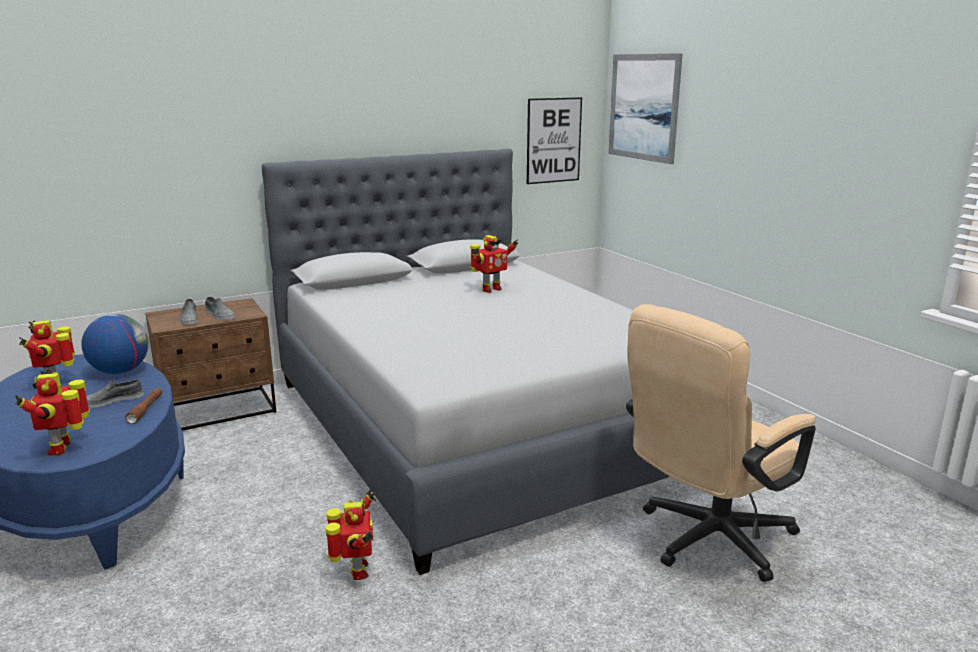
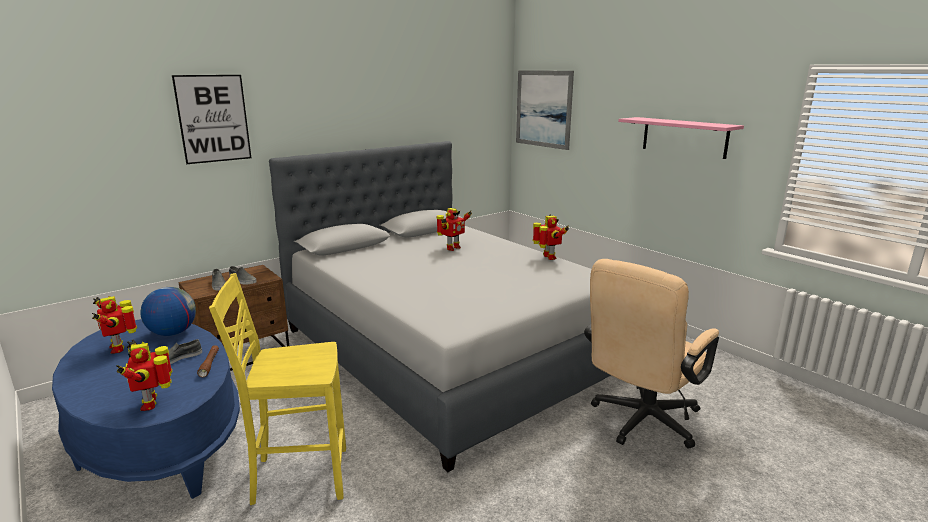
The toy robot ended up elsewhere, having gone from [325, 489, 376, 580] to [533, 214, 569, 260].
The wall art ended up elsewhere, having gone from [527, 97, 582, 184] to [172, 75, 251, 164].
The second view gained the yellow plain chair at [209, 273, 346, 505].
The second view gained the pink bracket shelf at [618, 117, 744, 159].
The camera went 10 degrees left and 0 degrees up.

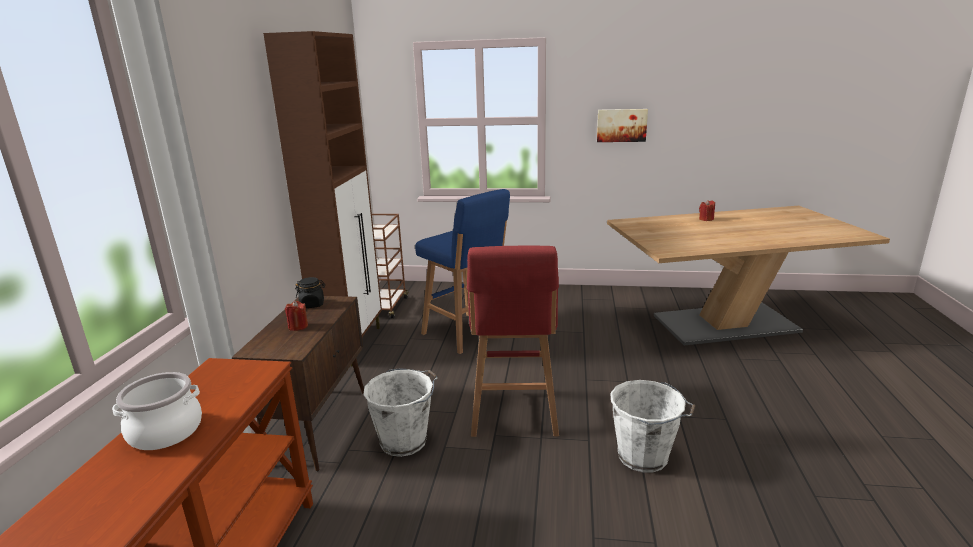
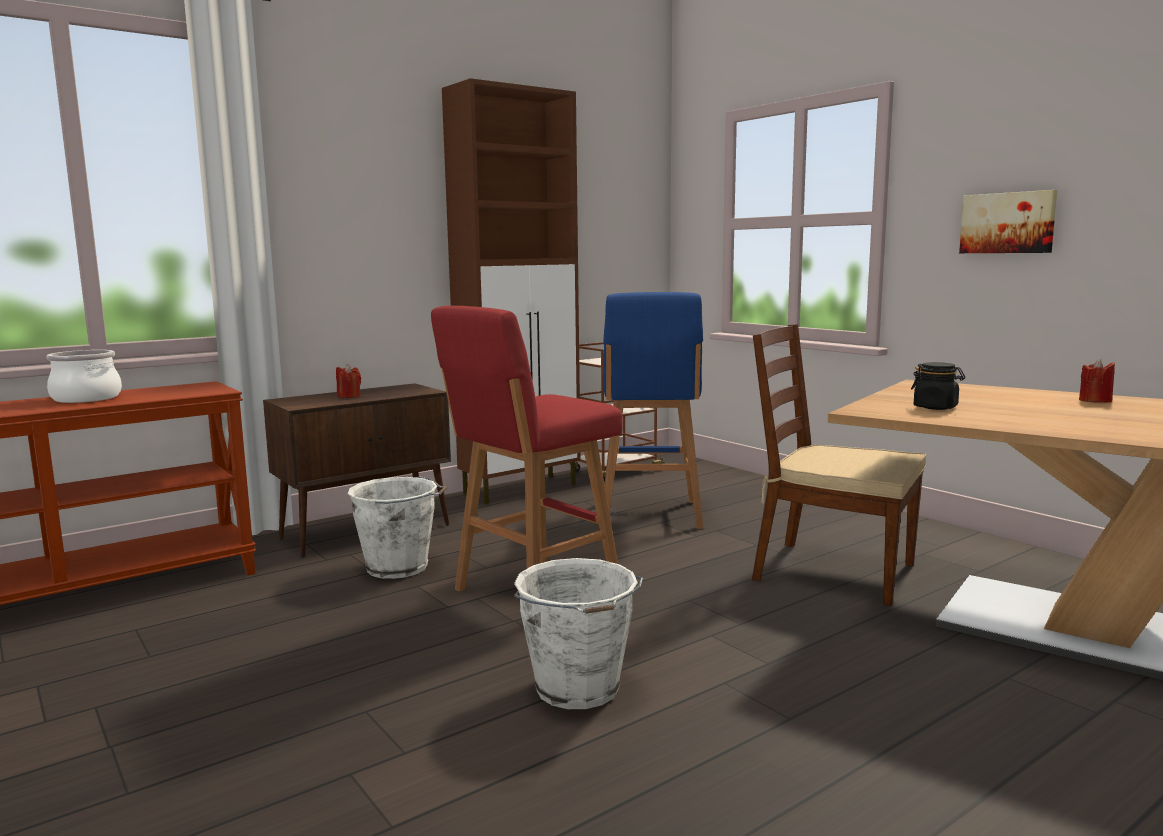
The blackish storage jar ended up elsewhere, having gone from [295, 277, 325, 308] to [911, 362, 965, 410].
The second view gained the brown plain chair at [752, 324, 926, 606].
The camera went 45 degrees right and 10 degrees down.

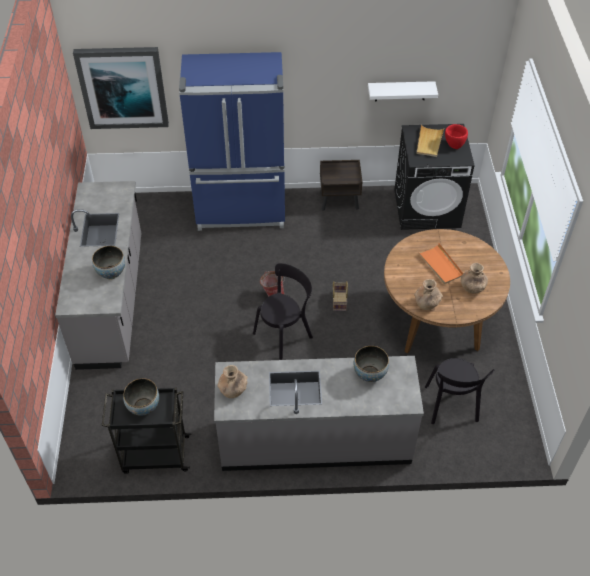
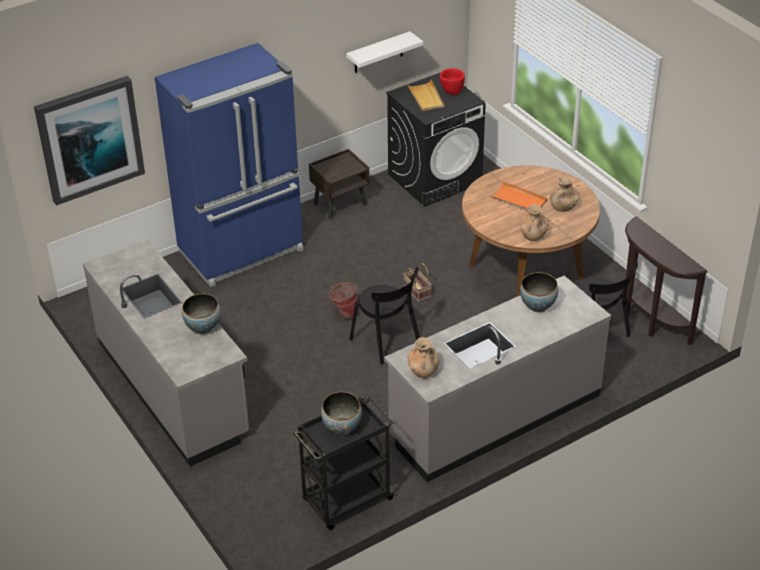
The blackish plain chair at [253, 263, 313, 360] ended up facing another way, 120 degrees clockwise from before.
The second view gained the brown narrow table at [625, 216, 708, 345].
The camera went 30 degrees left and 10 degrees down.

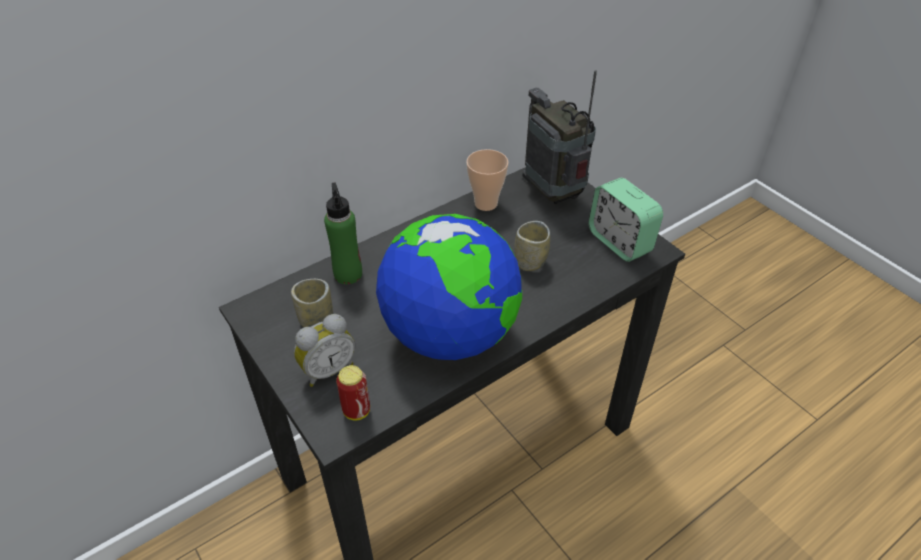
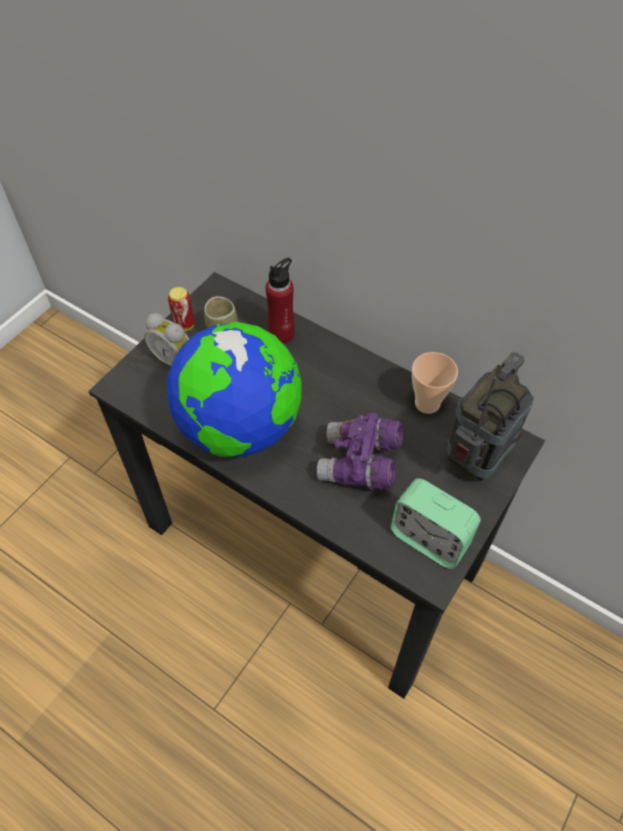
What was the green-coloured beverage bottle at [324, 183, 362, 284] turned into the reddish beverage bottle at [266, 258, 295, 344].
The sealed can ended up elsewhere, having gone from [336, 365, 370, 420] to [168, 287, 194, 331].
Where the drinking cup stood at [515, 221, 550, 271], the purple field glasses came to stand at [317, 412, 403, 490].
The table clock at [588, 178, 663, 262] ended up facing another way, 90 degrees counterclockwise from before.
The camera went 70 degrees right and 10 degrees up.

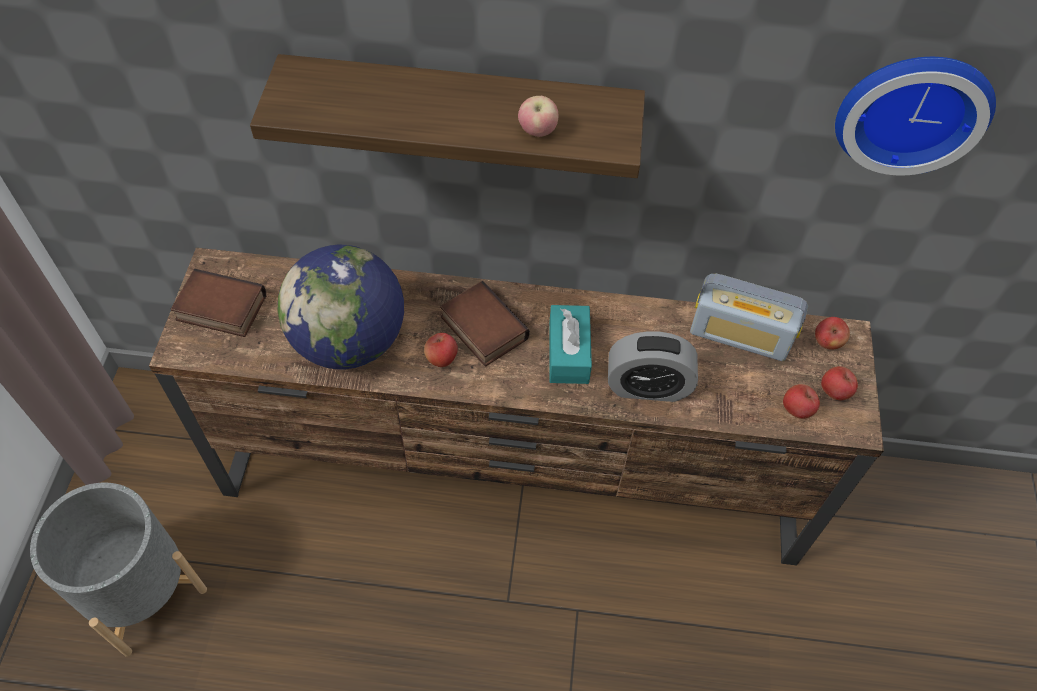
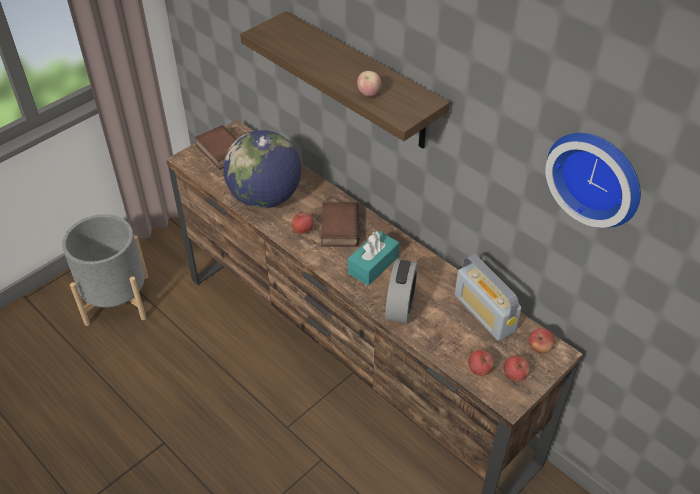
The table clock at [608, 331, 698, 402] ended up facing another way, 120 degrees counterclockwise from before.
The camera went 40 degrees right and 10 degrees down.

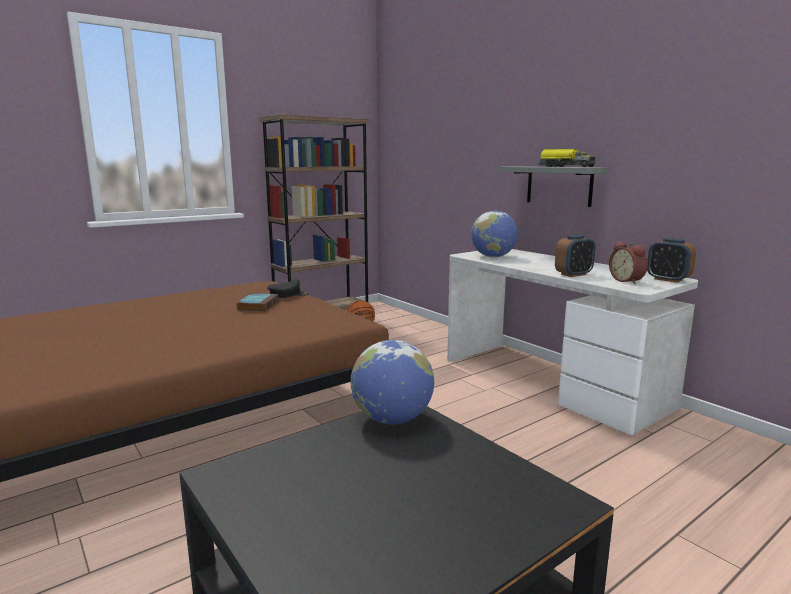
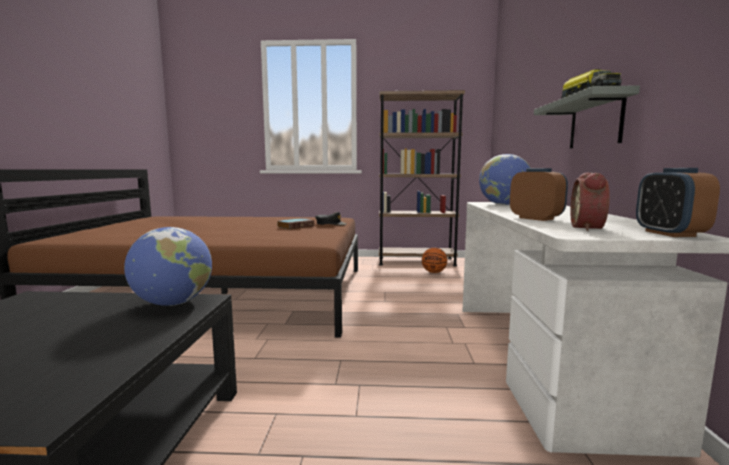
The table clock at [555, 235, 595, 277] ended up facing another way, 135 degrees counterclockwise from before.
The camera went 40 degrees right and 5 degrees down.

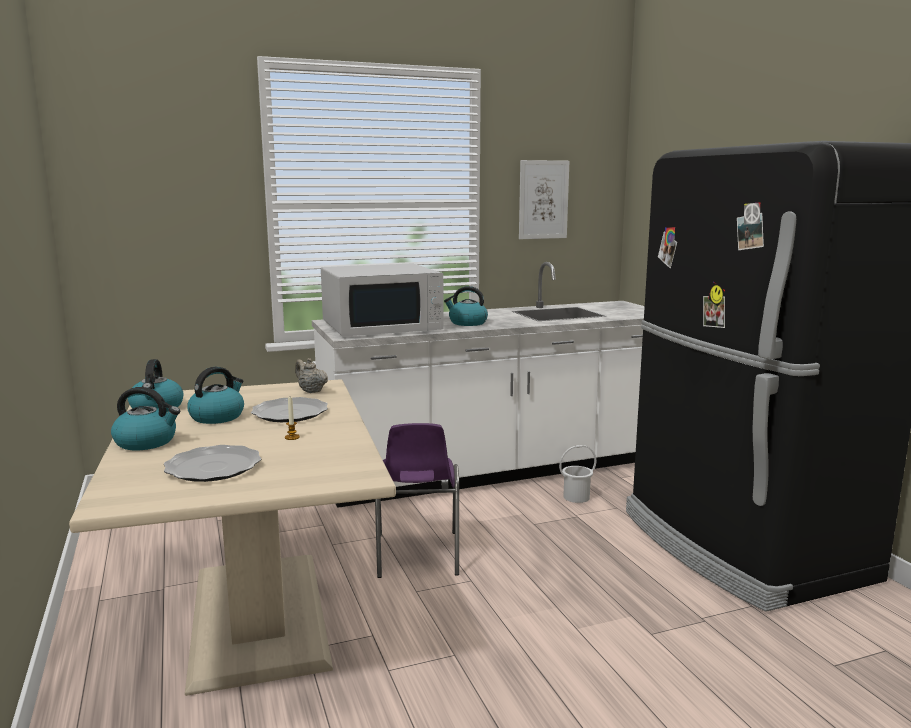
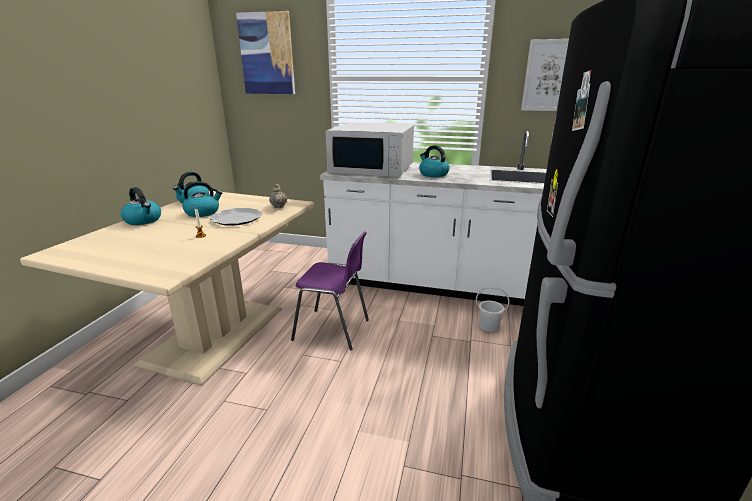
The second view lost the dinner plate at [164, 445, 262, 482].
The purple plain chair at [375, 423, 459, 578] ended up facing another way, 105 degrees counterclockwise from before.
The second view gained the wall art at [236, 11, 295, 94].
The camera went 35 degrees right and 10 degrees up.

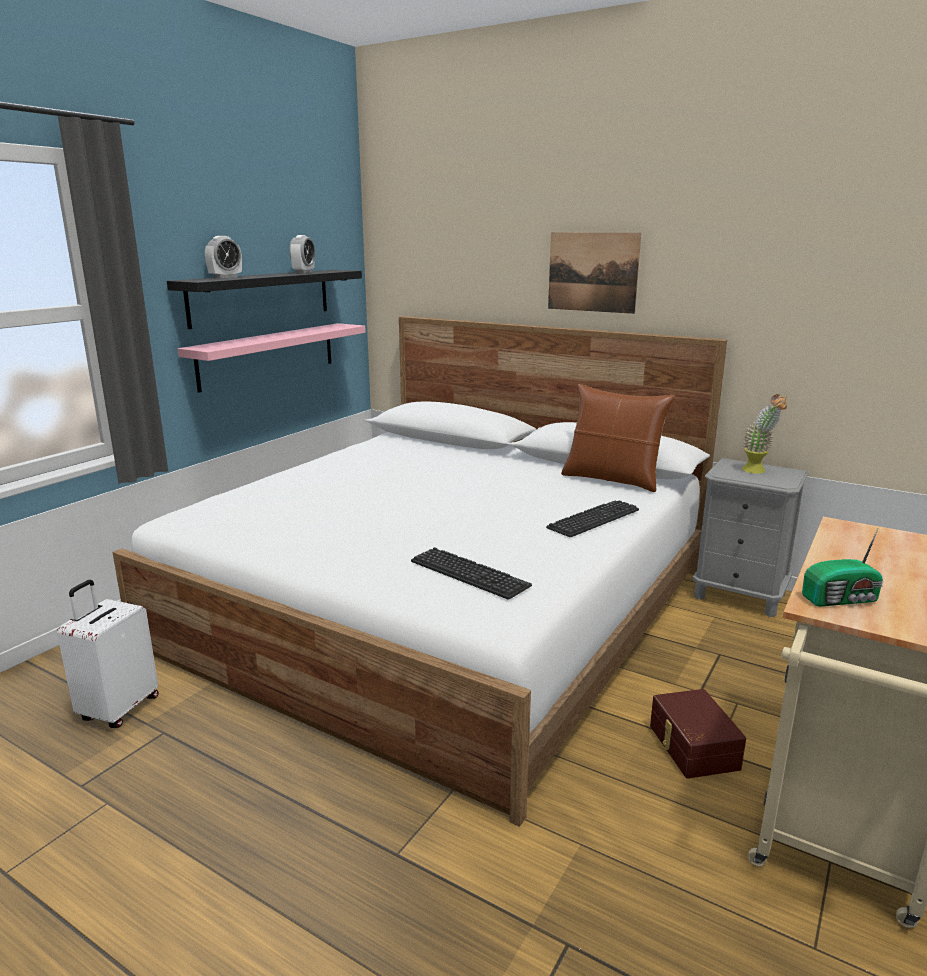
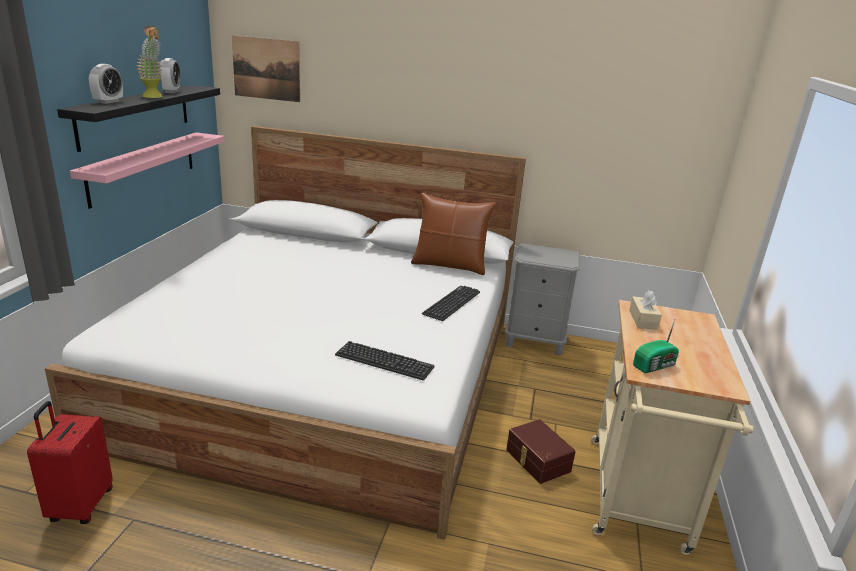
What was the white-coloured suitcase at [57, 580, 159, 728] turned into the reddish suitcase at [27, 401, 113, 524].
The wall art ended up elsewhere, having gone from [548, 233, 641, 314] to [232, 36, 300, 102].
The houseplant ended up elsewhere, having gone from [742, 394, 787, 474] to [137, 26, 163, 98].
The second view gained the beige-coloured tissue box at [629, 290, 662, 330].
The camera went 20 degrees left and 5 degrees up.

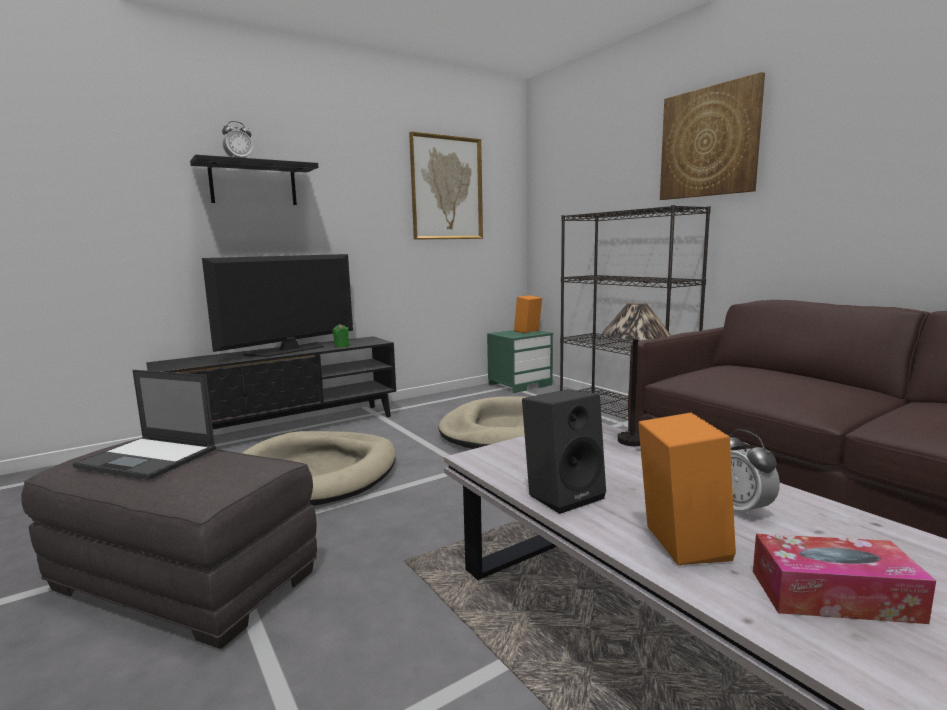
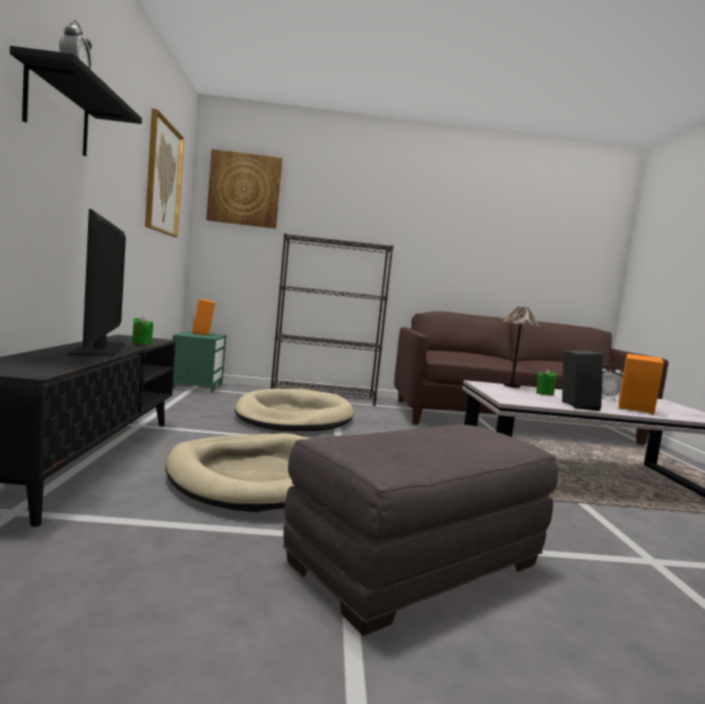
The second view lost the laptop at [72, 370, 216, 480].
The wall art ended up elsewhere, having gone from [660, 72, 765, 200] to [206, 149, 282, 229].
The second view lost the tissue box at [753, 534, 936, 624].
The second view gained the green-coloured wax light at [536, 369, 557, 396].
The camera went 60 degrees left and 5 degrees down.

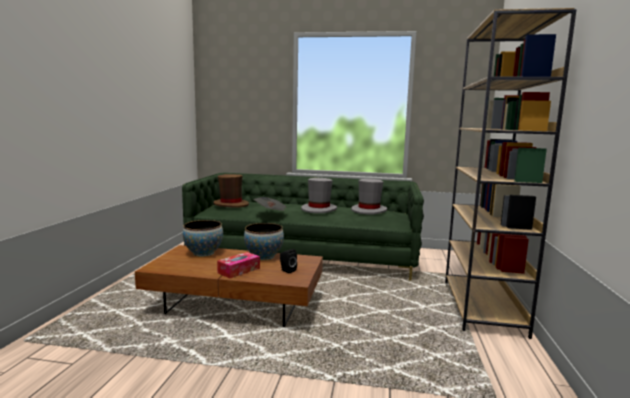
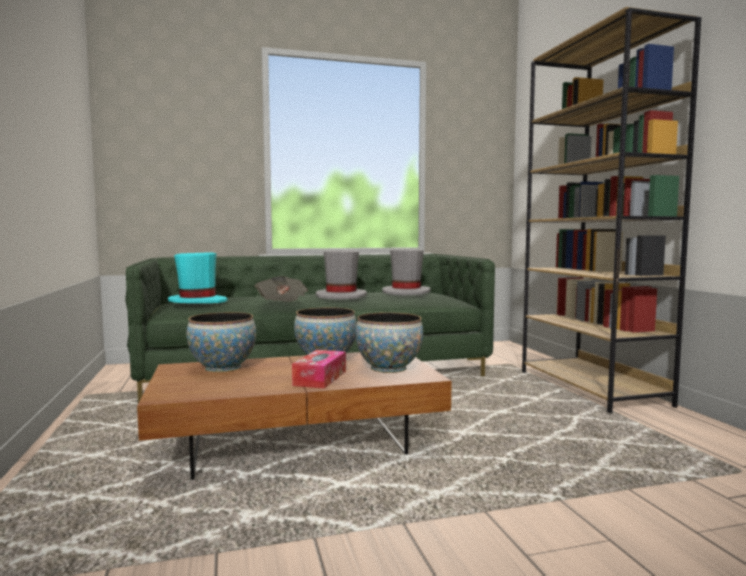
What was the brown clothing hat at [213, 174, 249, 208] turned into the blue-green clothing hat at [168, 253, 228, 303].
Where the blackish loudspeaker stood at [280, 249, 297, 273], the deep dish came to stand at [355, 312, 423, 373].
The camera went 25 degrees left and 5 degrees down.

